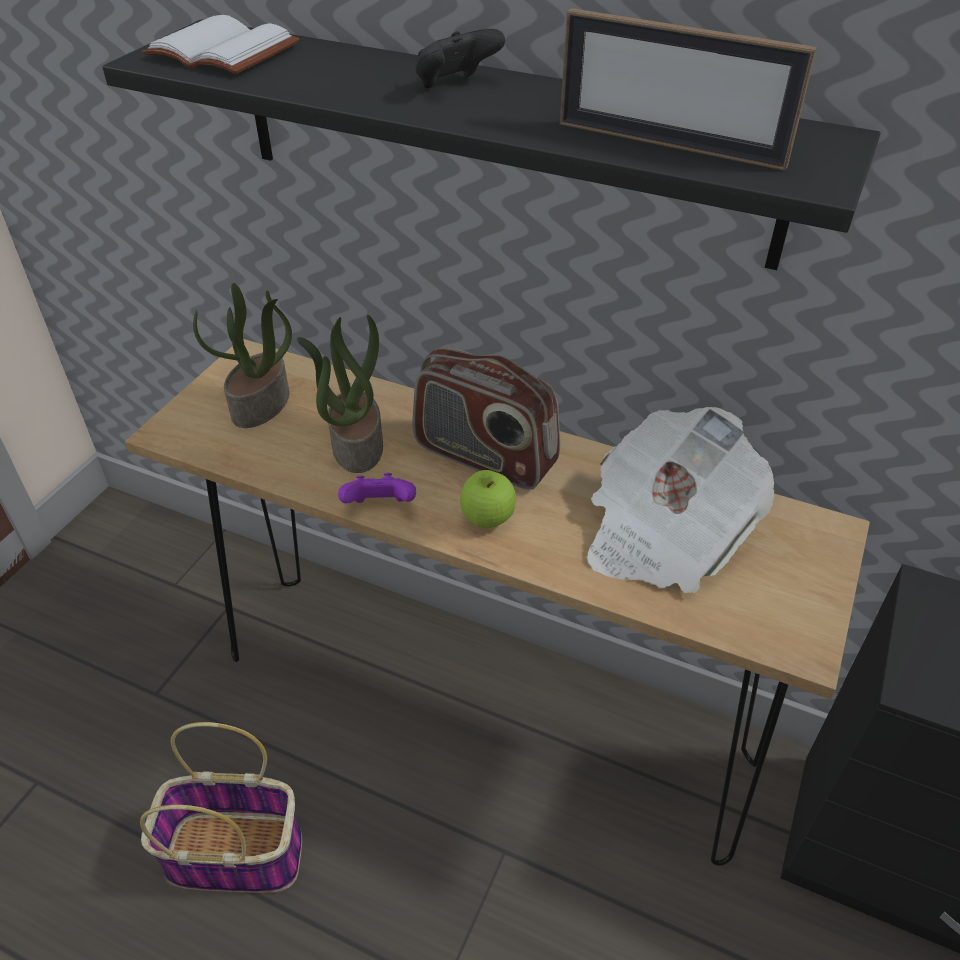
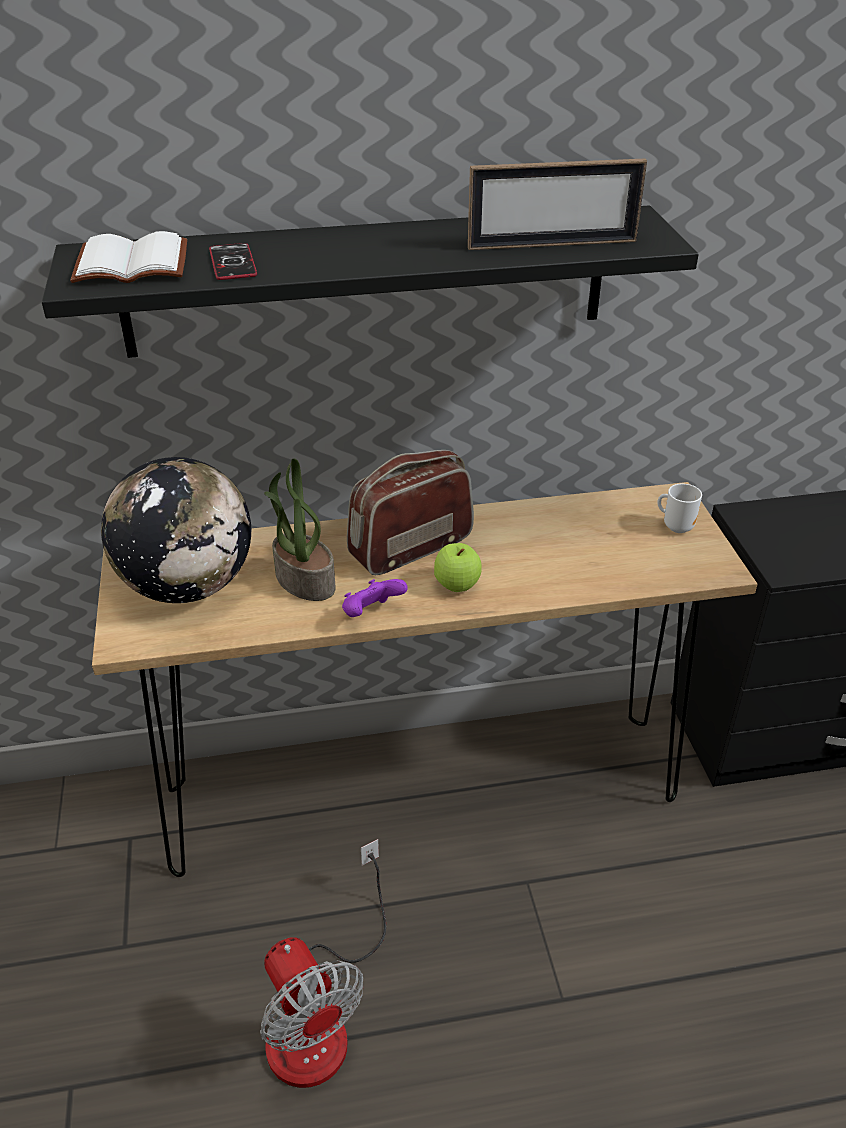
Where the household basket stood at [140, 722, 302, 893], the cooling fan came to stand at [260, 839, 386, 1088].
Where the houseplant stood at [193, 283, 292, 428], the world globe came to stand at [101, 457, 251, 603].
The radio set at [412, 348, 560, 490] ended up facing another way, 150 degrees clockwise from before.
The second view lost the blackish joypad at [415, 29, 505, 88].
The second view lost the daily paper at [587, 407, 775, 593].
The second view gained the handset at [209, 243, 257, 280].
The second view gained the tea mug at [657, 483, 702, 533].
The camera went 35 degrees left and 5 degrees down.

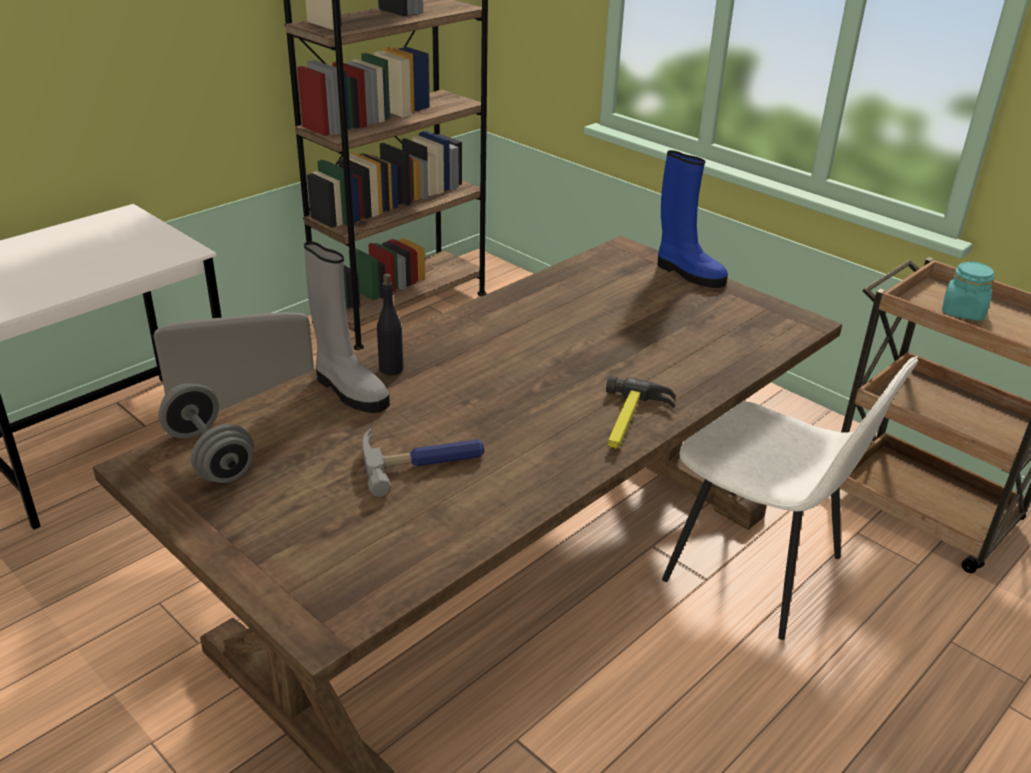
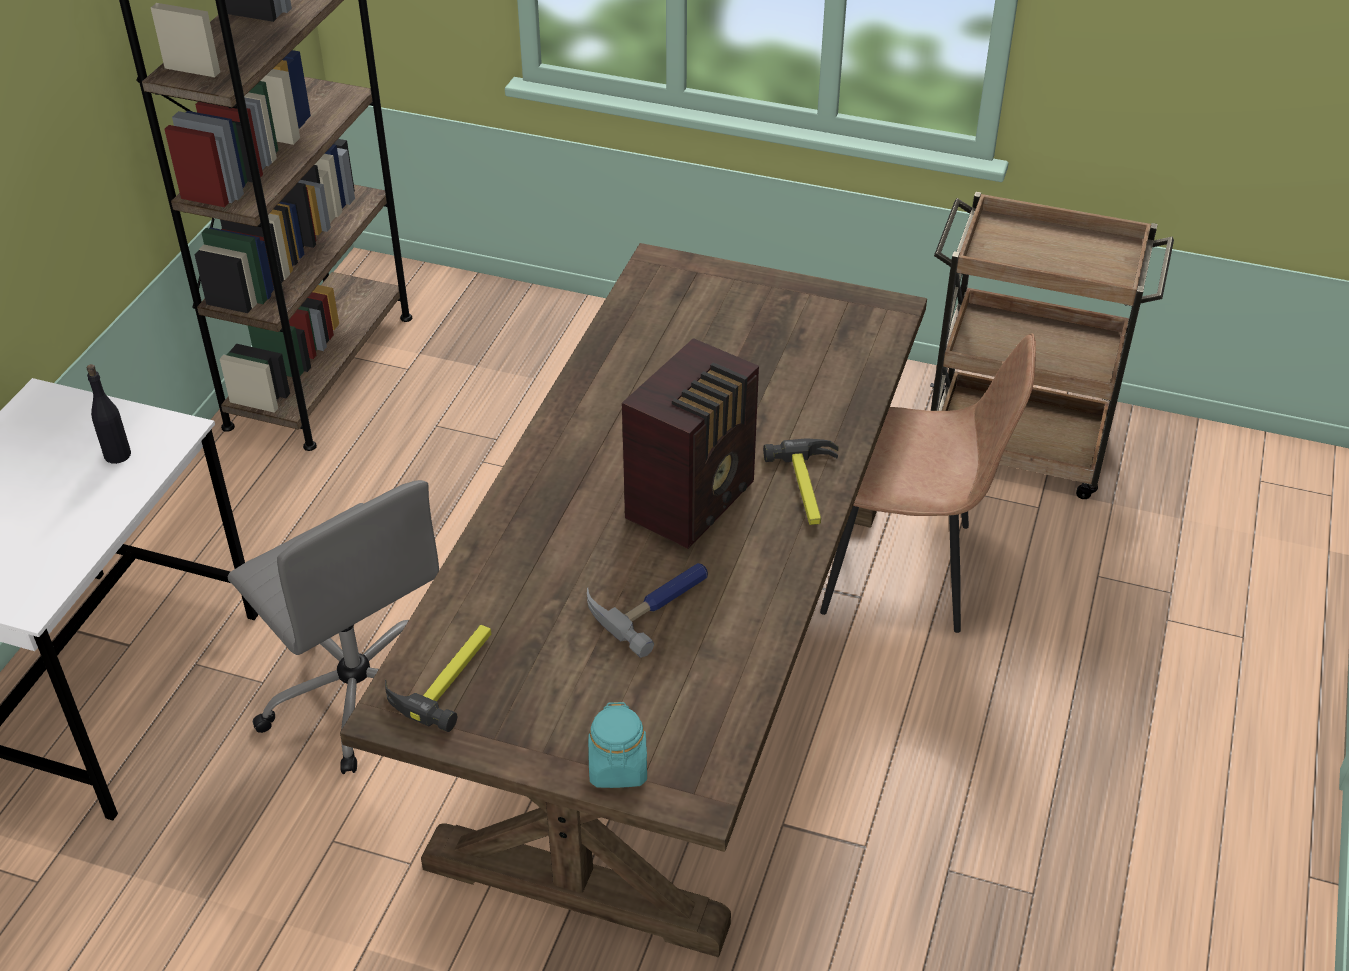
Where the greyish dumbbell stood at [159, 384, 254, 483], the hand hammer came to stand at [385, 625, 491, 732].
The second view lost the greyish boot at [304, 241, 390, 413].
The blackish beverage bottle ended up elsewhere, having gone from [377, 274, 404, 375] to [87, 364, 131, 464].
The second view lost the bluish boot at [658, 150, 728, 288].
What was the white-coloured plain chair at [662, 356, 918, 640] turned into the brown plain chair at [820, 333, 1036, 633].
The blue-green storage jar ended up elsewhere, having gone from [942, 261, 994, 321] to [588, 702, 647, 788].
The second view gained the radio set at [622, 338, 759, 549].
The camera went 25 degrees left and 10 degrees up.

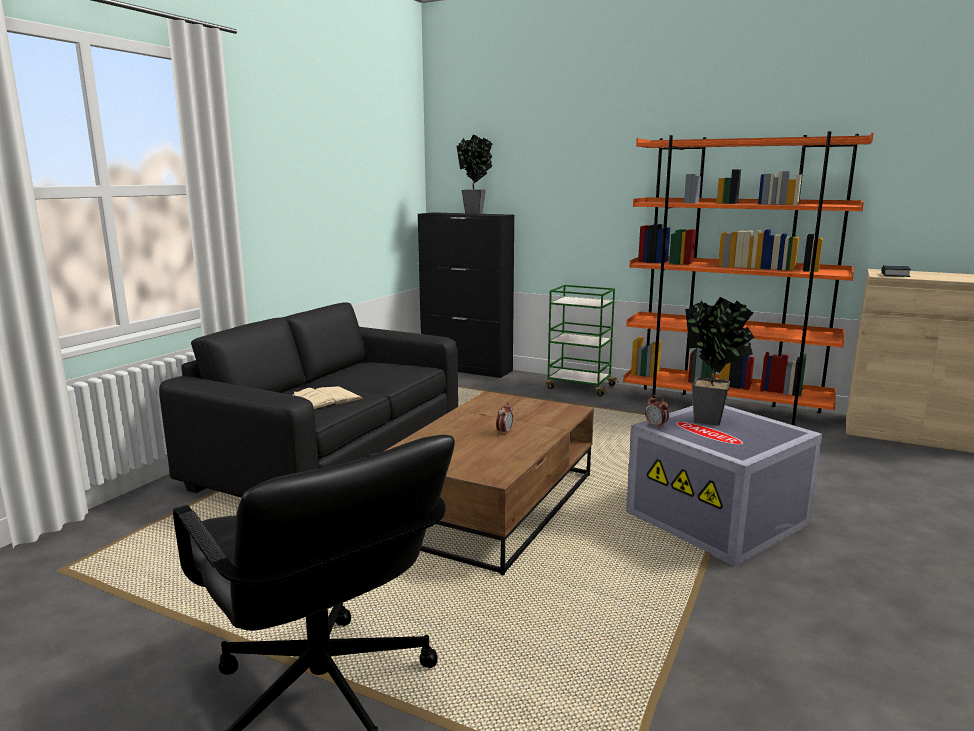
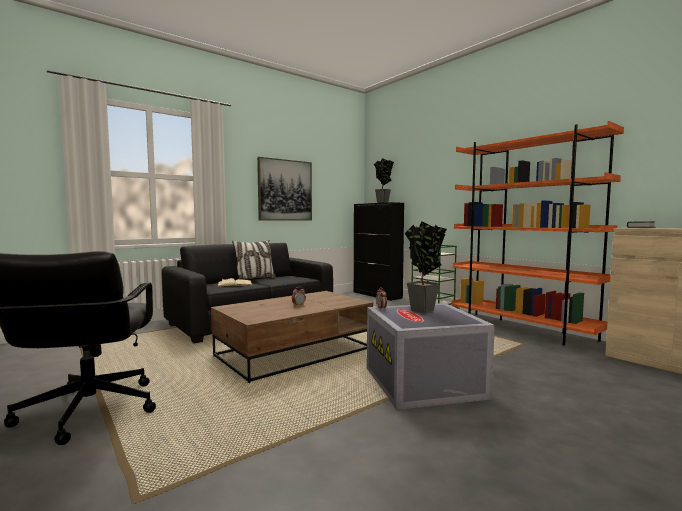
The second view gained the throw pillow at [232, 240, 276, 280].
The second view gained the wall art at [257, 157, 312, 221].
The camera went 25 degrees right and 10 degrees down.

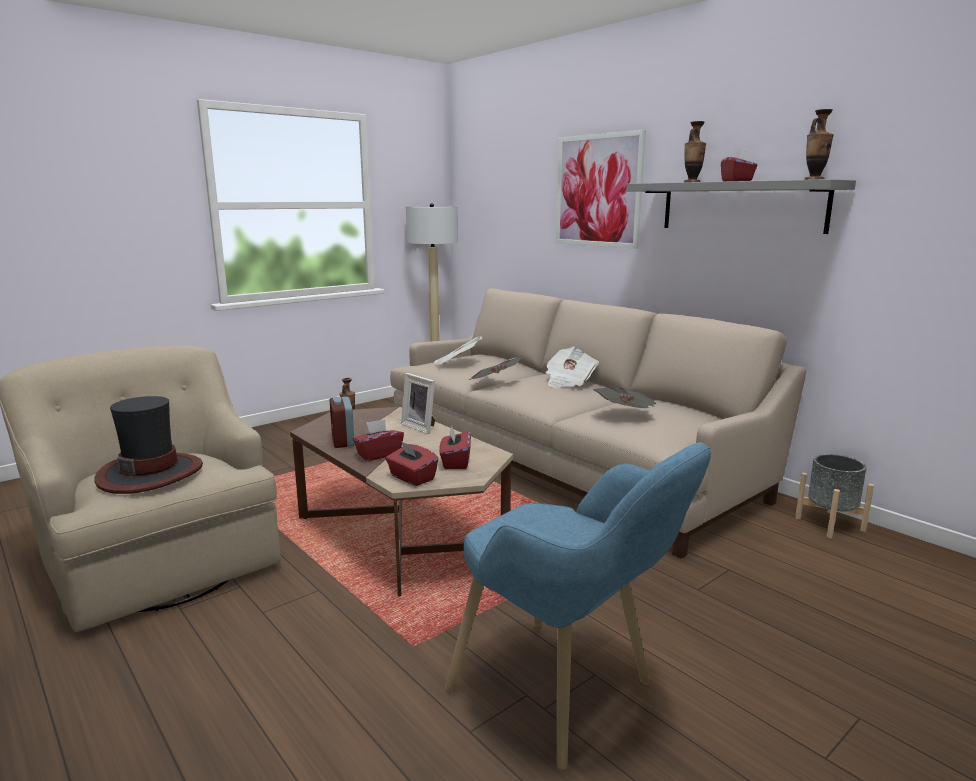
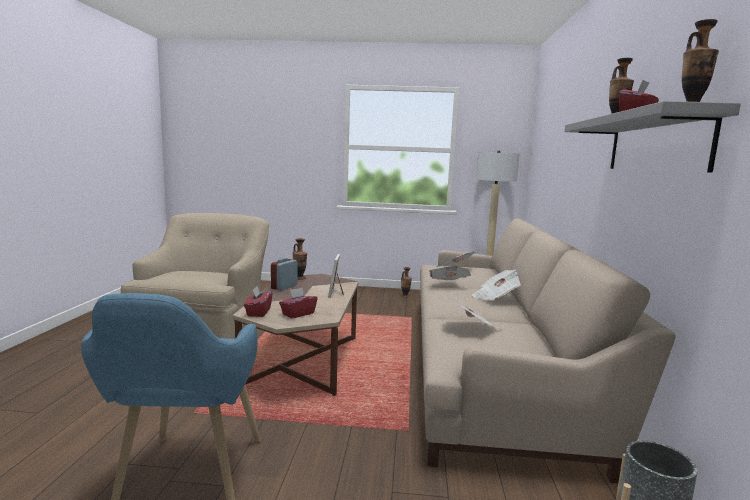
The second view lost the clothing hat at [95, 396, 203, 494].
The second view lost the reddish tissue box at [353, 419, 404, 461].
The second view lost the wall art at [556, 130, 646, 249].
The second view gained the decorative vase at [292, 238, 307, 280].
The camera went 45 degrees right and 5 degrees down.

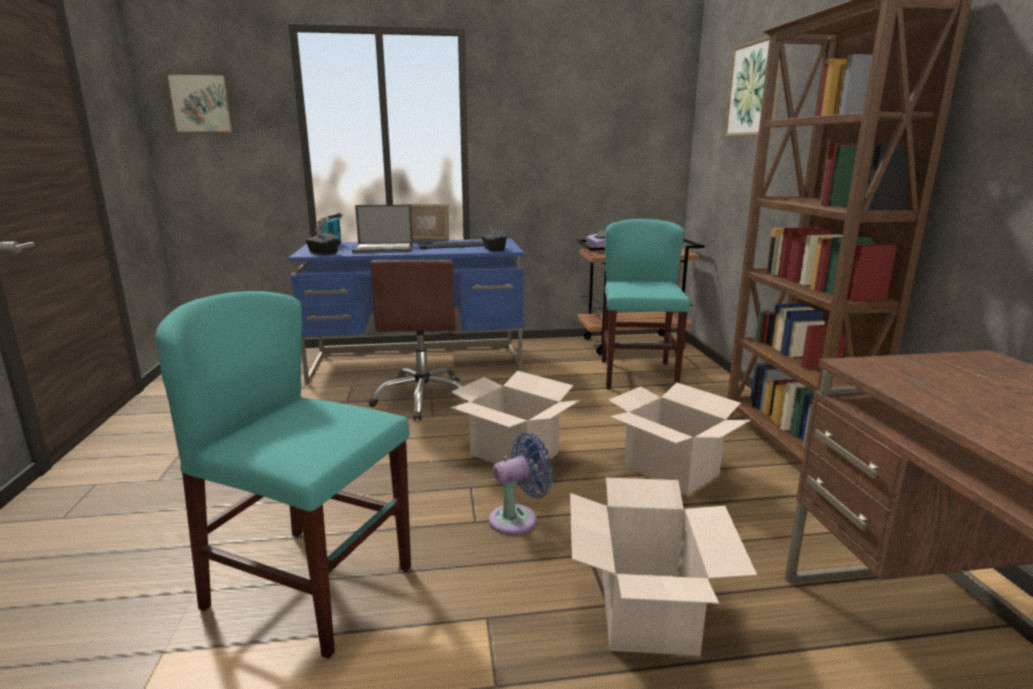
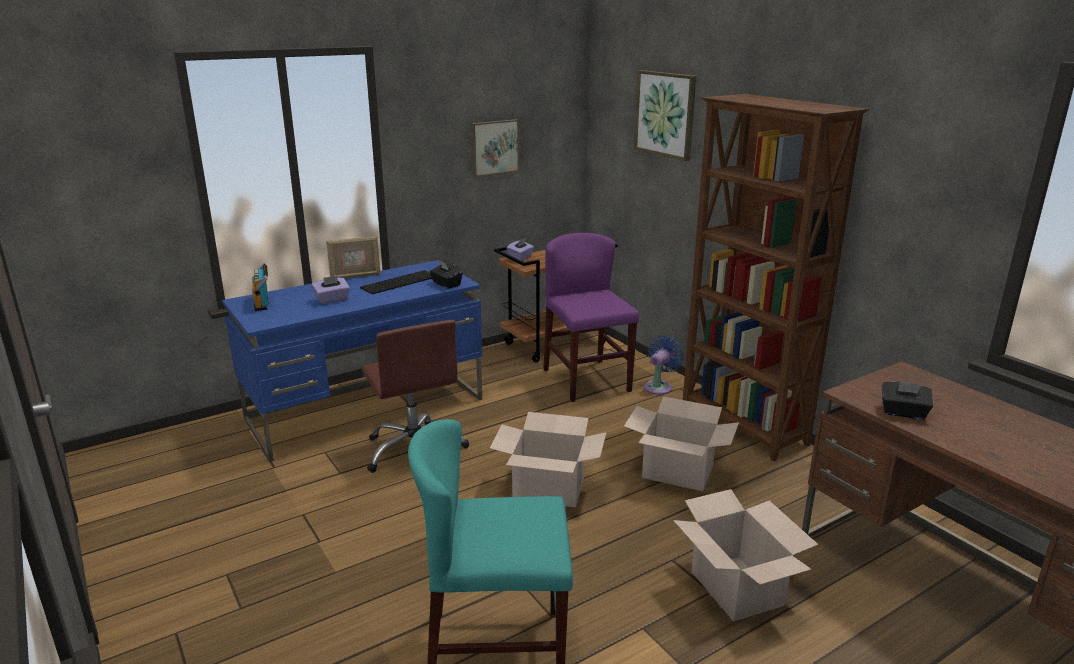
The wall art ended up elsewhere, having gone from [165, 73, 235, 133] to [471, 119, 519, 177].
The blackish tissue box ended up elsewhere, having gone from [305, 228, 339, 255] to [882, 381, 933, 419].
Where the laptop stood at [352, 205, 413, 253], the purple tissue box came to stand at [312, 276, 350, 304].
The bluish cooling fan ended up elsewhere, having gone from [489, 433, 553, 535] to [644, 336, 684, 395].
What was the blue-green plain chair at [602, 219, 690, 389] turned into the purple plain chair at [543, 233, 639, 402].
The camera went 25 degrees left and 5 degrees up.

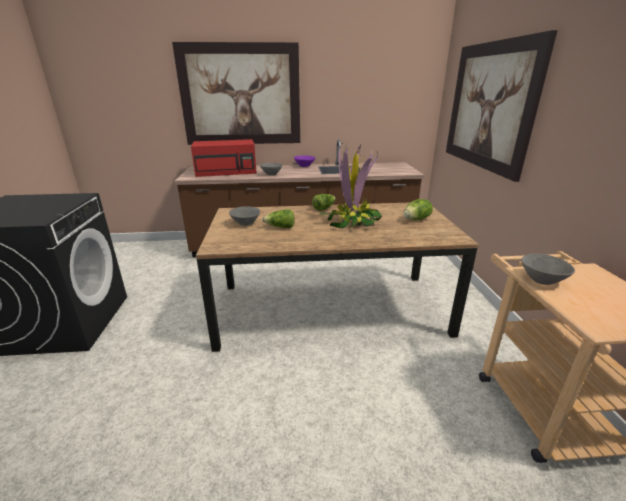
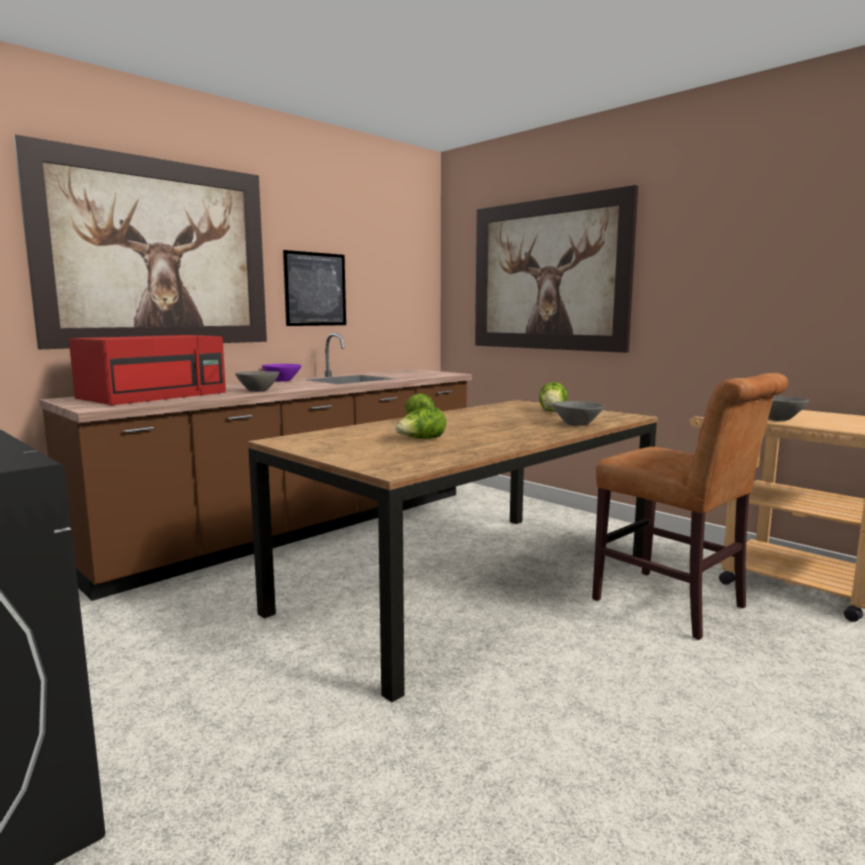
The greyish deep dish ended up elsewhere, having gone from [229, 206, 260, 226] to [553, 401, 604, 426].
The second view lost the houseplant at [319, 141, 382, 228].
The second view gained the wall art at [283, 250, 346, 326].
The second view gained the brown plain chair at [592, 373, 788, 640].
The camera went 40 degrees left and 15 degrees down.

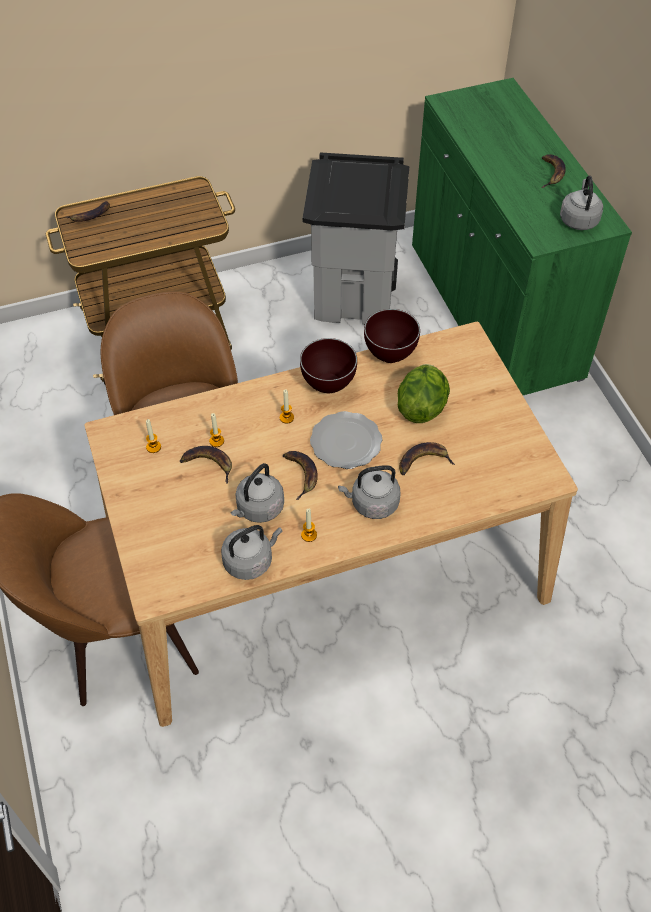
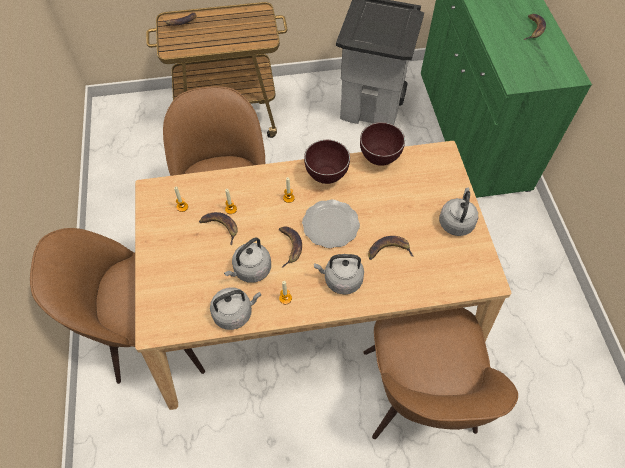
The second view lost the lettuce head at [398, 364, 450, 423].
The greyish tea kettle ended up elsewhere, having gone from [560, 176, 603, 230] to [439, 188, 478, 236].
The second view gained the brown plain chair at [363, 308, 518, 439].
The camera went 10 degrees right and 5 degrees up.

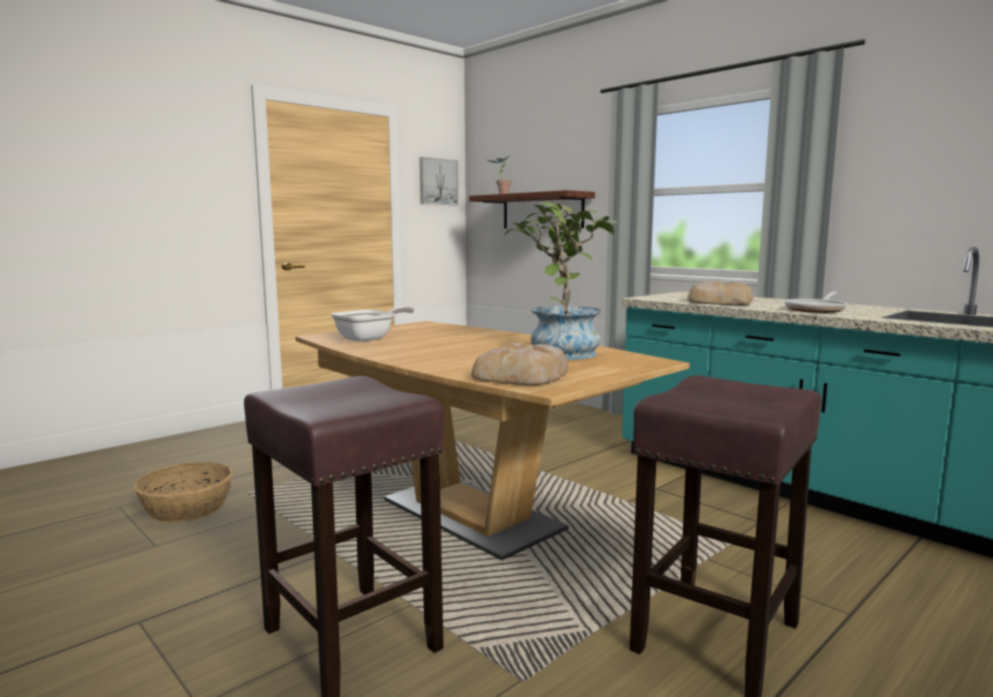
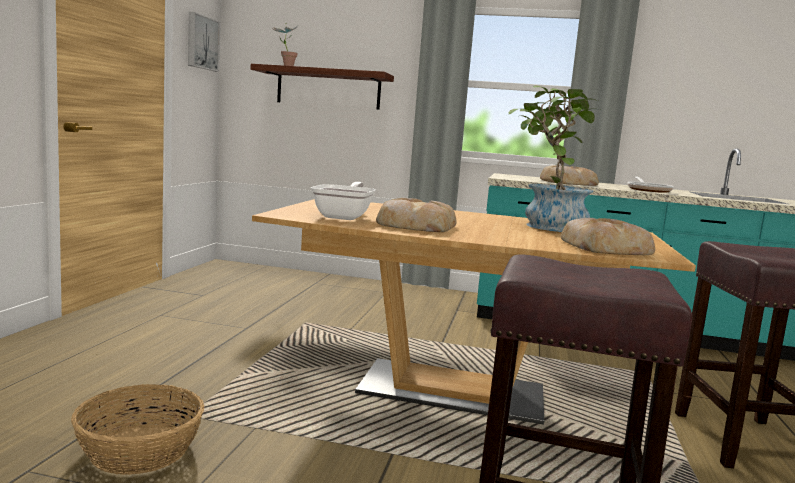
The second view gained the bakery bread at [376, 198, 457, 232].
The camera went 35 degrees left and 0 degrees up.

